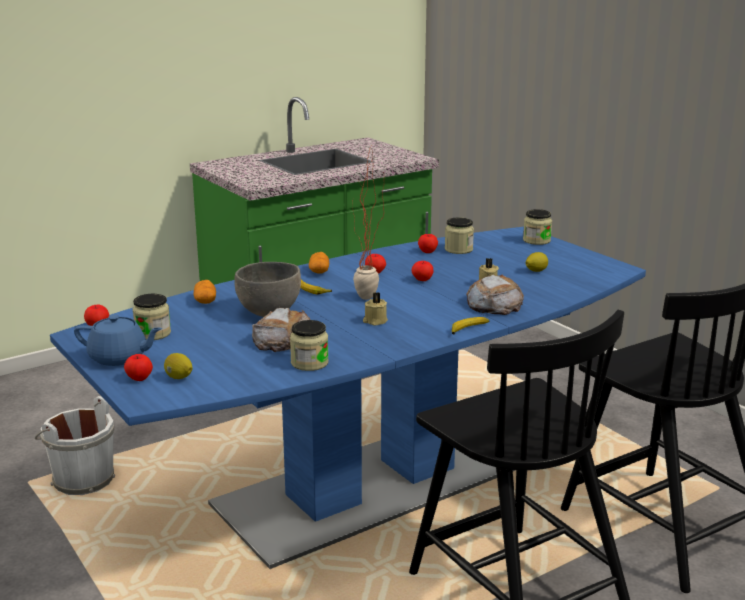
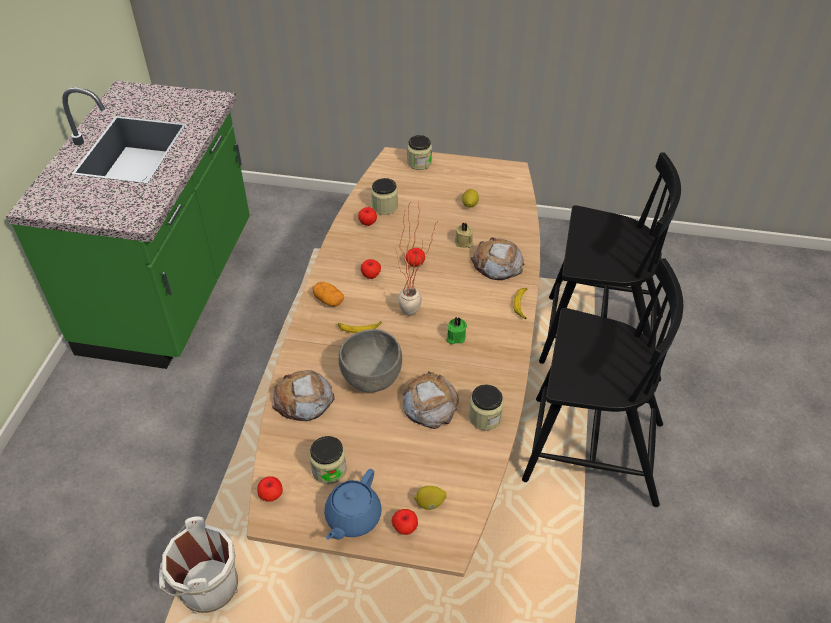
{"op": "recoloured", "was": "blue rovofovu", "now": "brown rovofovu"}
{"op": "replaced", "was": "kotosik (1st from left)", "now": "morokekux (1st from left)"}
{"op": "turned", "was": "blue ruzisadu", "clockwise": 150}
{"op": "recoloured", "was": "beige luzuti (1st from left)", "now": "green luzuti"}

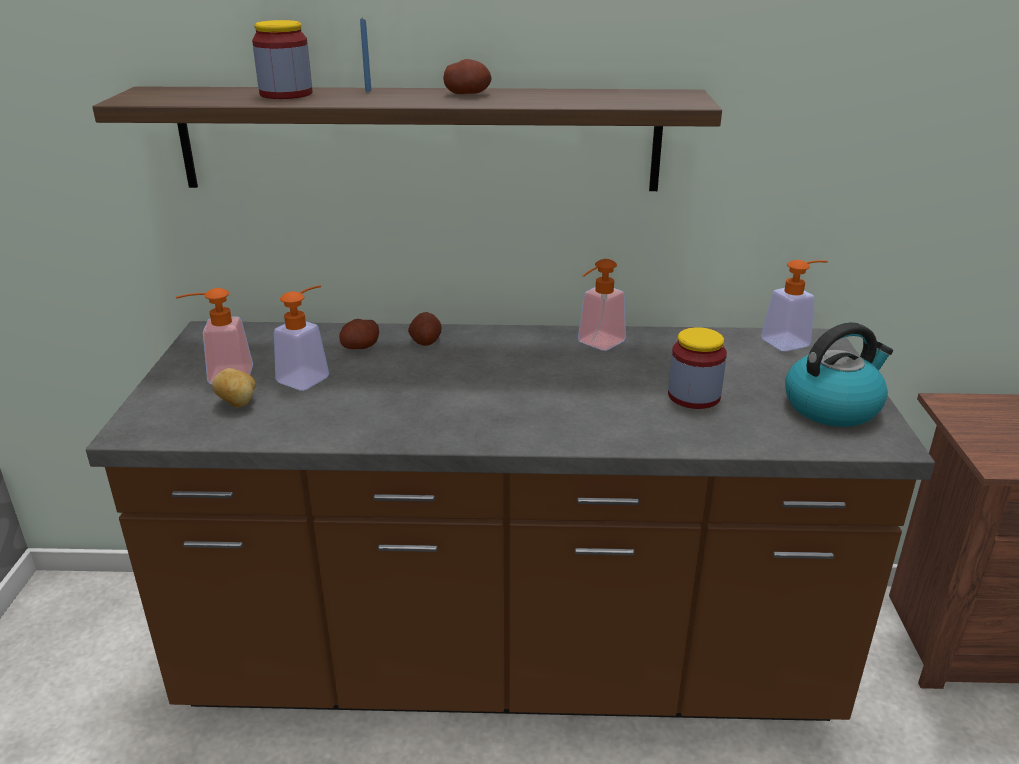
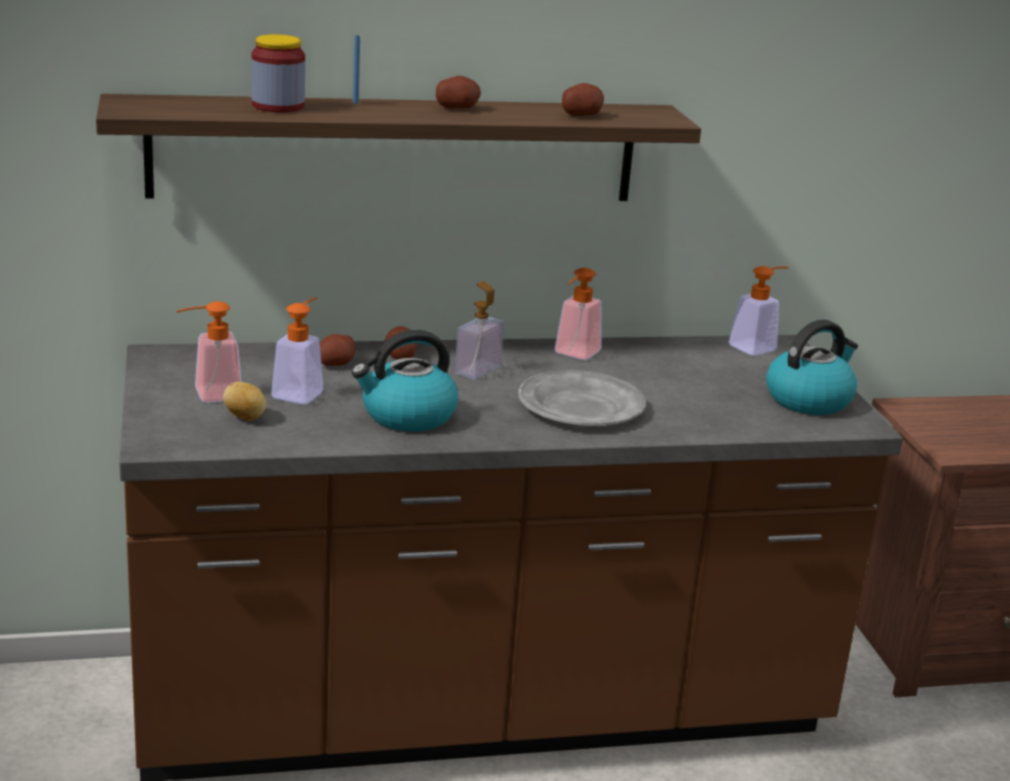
{"op": "added", "now": "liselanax (1st from left)"}
{"op": "added", "now": "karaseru (3rd from left)"}
{"op": "added", "now": "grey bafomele"}
{"op": "added", "now": "kotosik (5th from left)"}
{"op": "removed", "was": "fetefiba (2nd from left)"}

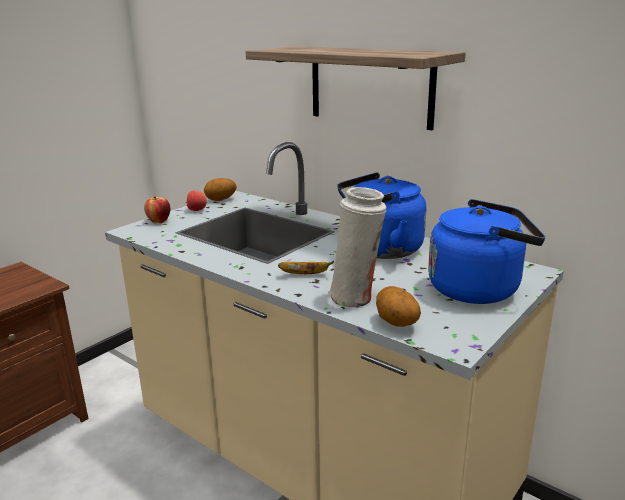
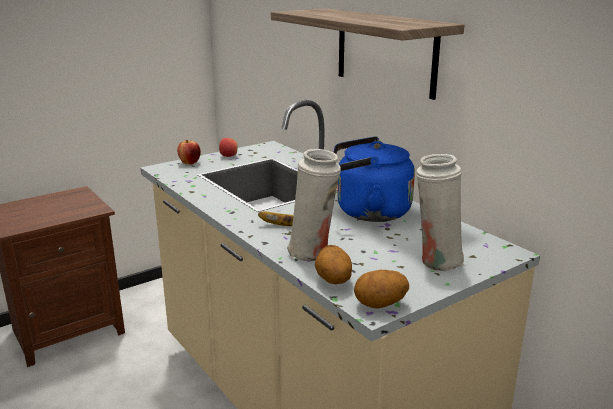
{"op": "moved", "was": "kotosik (1st from left in the first image)", "now": "kotosik (2nd from left)"}
{"op": "replaced", "was": "blue liselanax (2nd from left)", "now": "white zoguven (2nd from left)"}

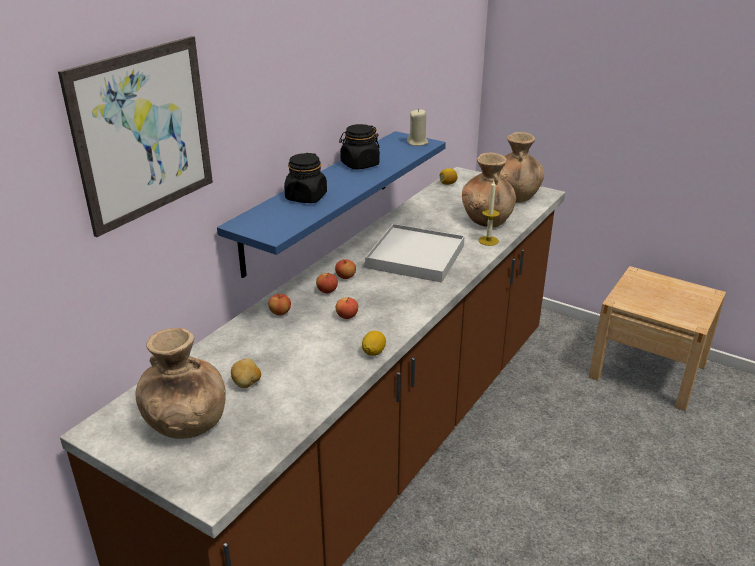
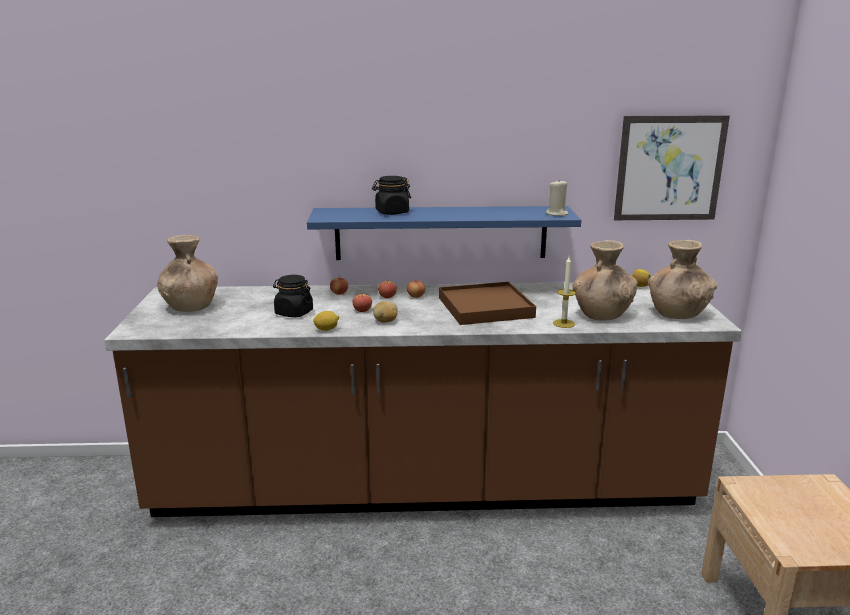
{"op": "moved", "was": "black fetefiba (2nd from left in the first image)", "now": "black fetefiba (1st from left)"}
{"op": "moved", "was": "kotosik"}
{"op": "recoloured", "was": "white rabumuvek", "now": "brown rabumuvek"}
{"op": "moved", "was": "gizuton"}

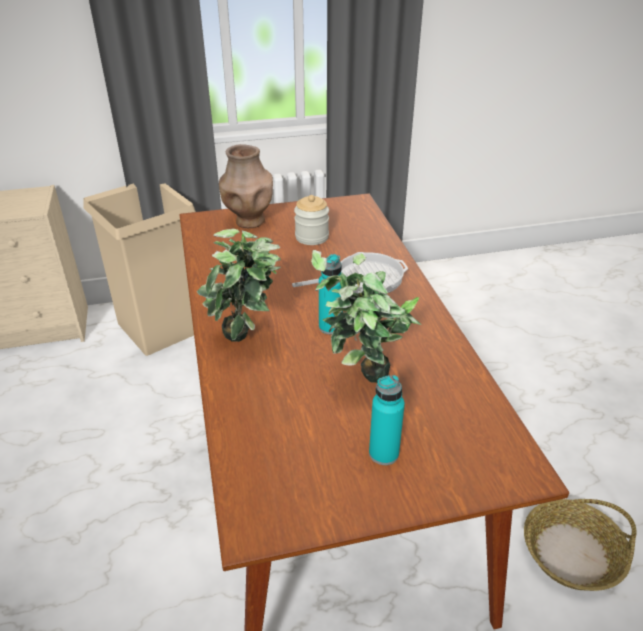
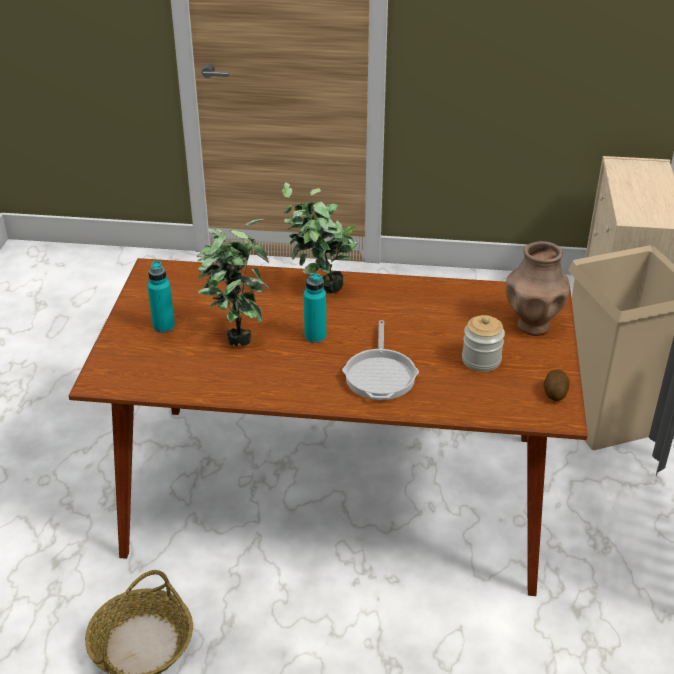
{"op": "added", "now": "kotosik"}

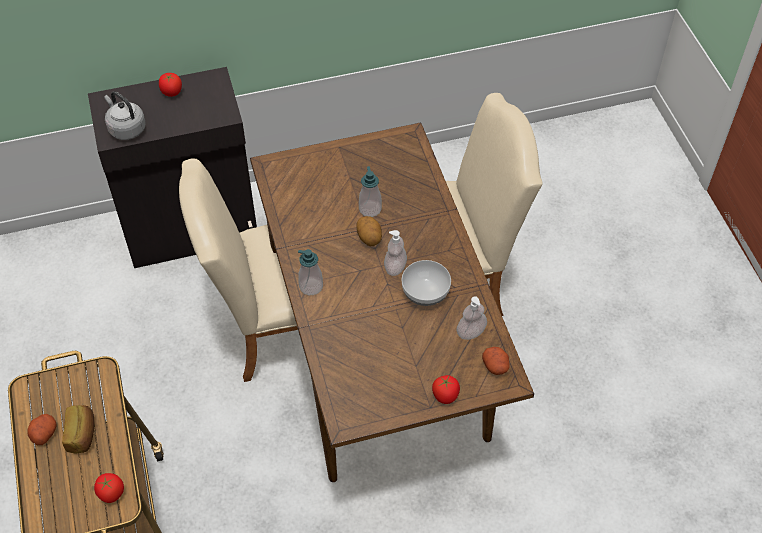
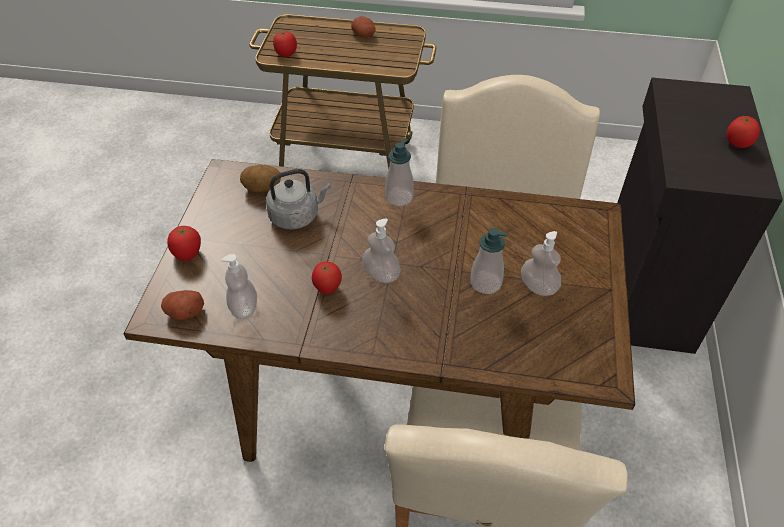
{"op": "moved", "was": "kotosik (2nd from left)"}
{"op": "moved", "was": "grey liselanax"}
{"op": "replaced", "was": "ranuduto", "now": "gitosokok (3rd from left)"}
{"op": "added", "now": "karaseru (5th from left)"}
{"op": "removed", "was": "morokekux"}

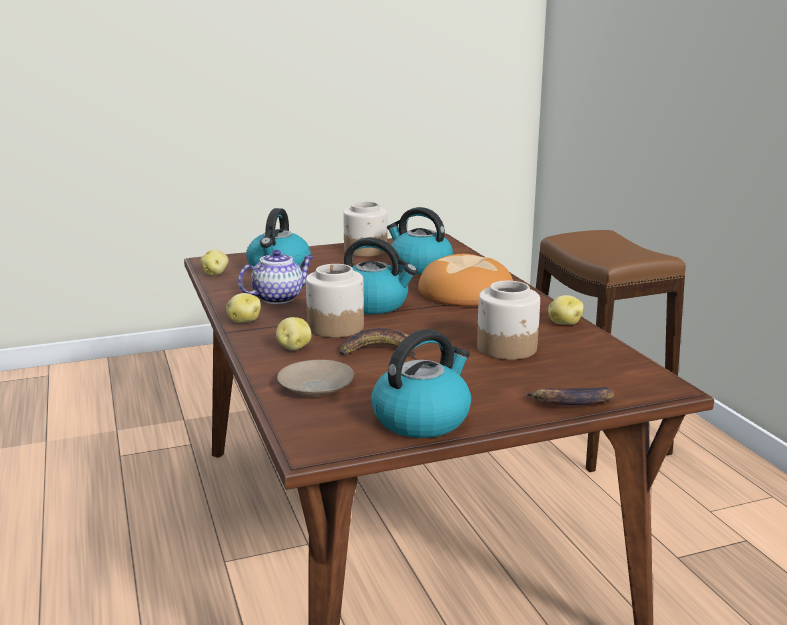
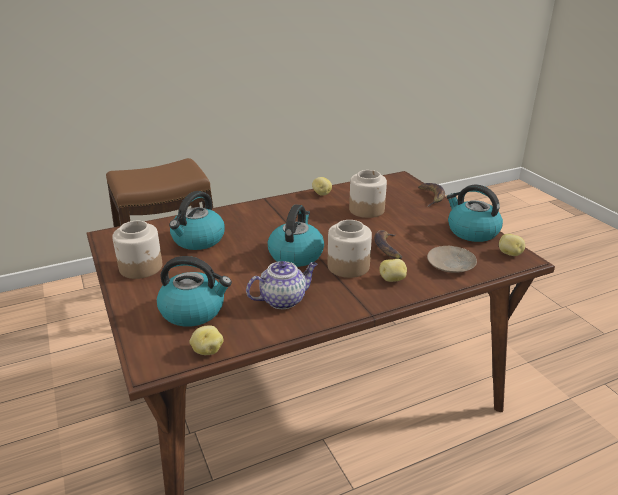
{"op": "turned", "was": "ruzisadu", "clockwise": 105}
{"op": "moved", "was": "kotosik (2nd from left in the first image)", "now": "kotosik (4th from left)"}
{"op": "removed", "was": "morokekux"}

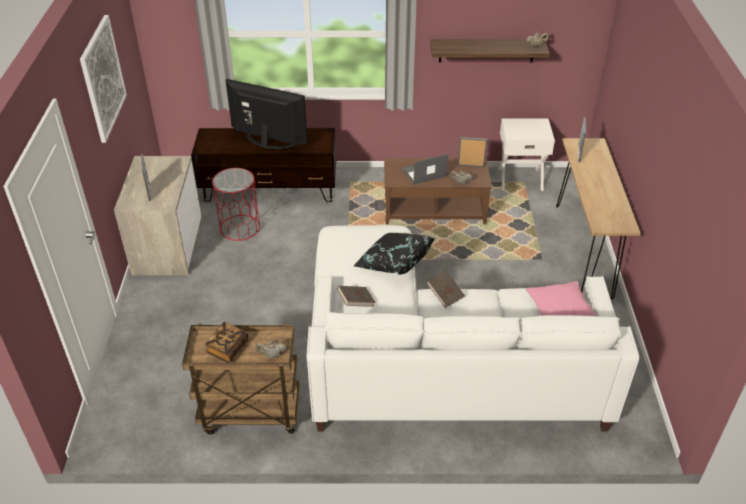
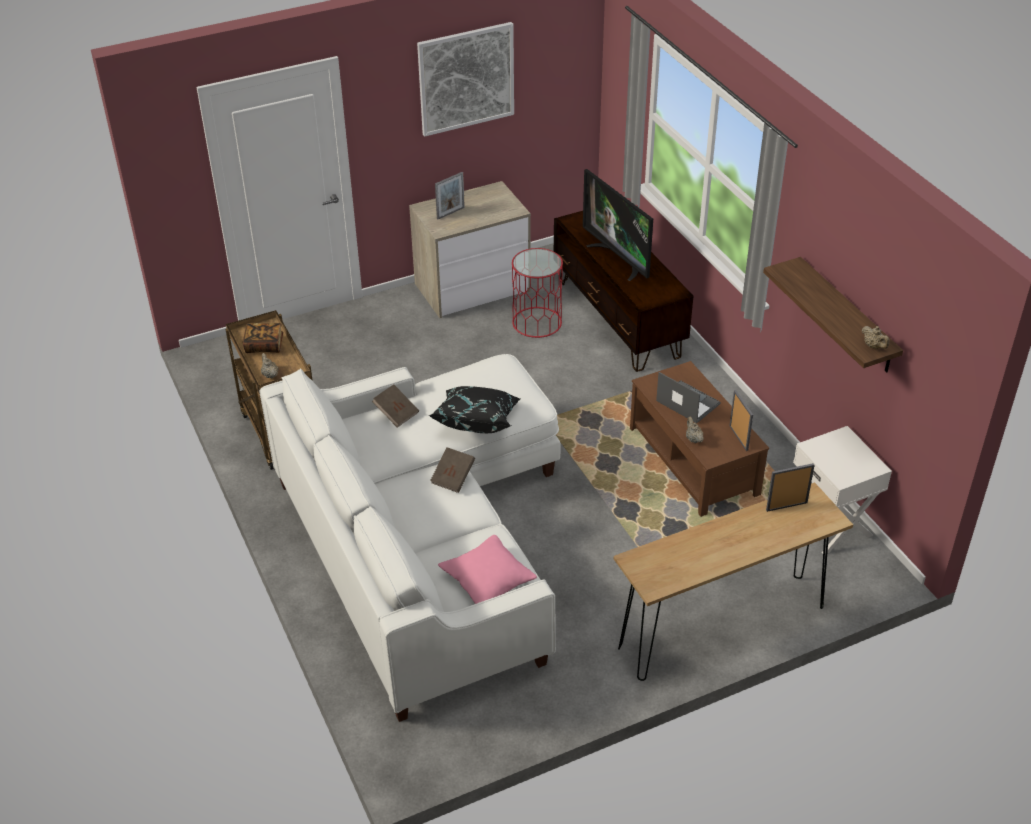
{"op": "turned", "was": "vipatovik", "clockwise": 150}

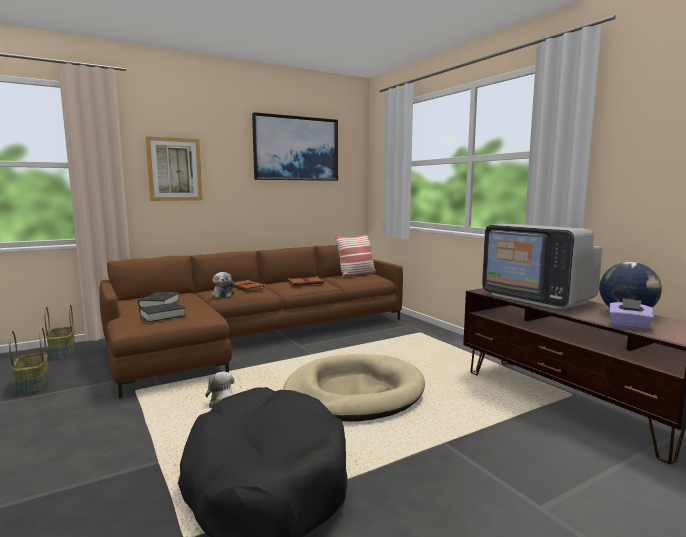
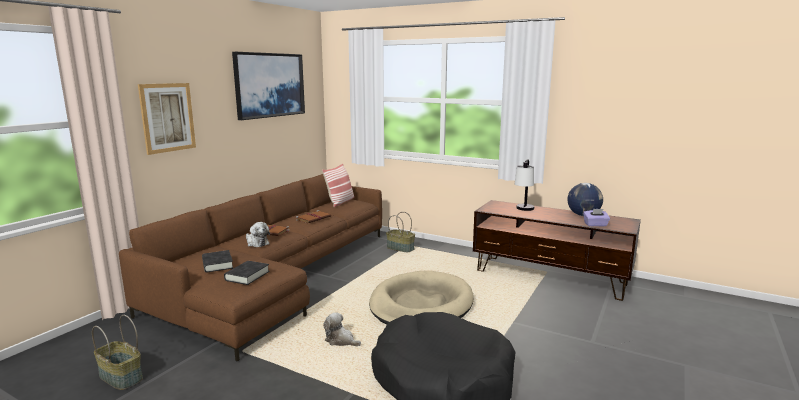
{"op": "moved", "was": "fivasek (2nd from left)"}
{"op": "replaced", "was": "vipatovik", "now": "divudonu"}

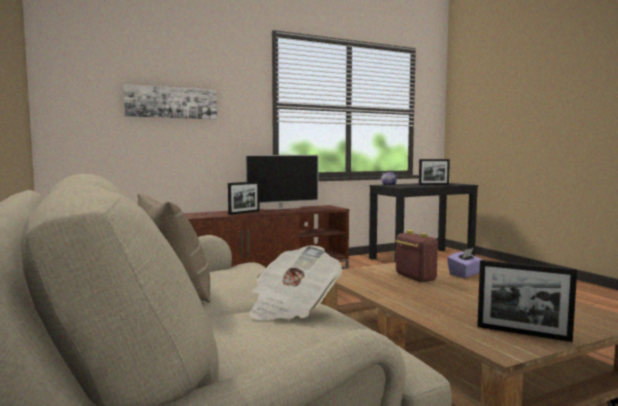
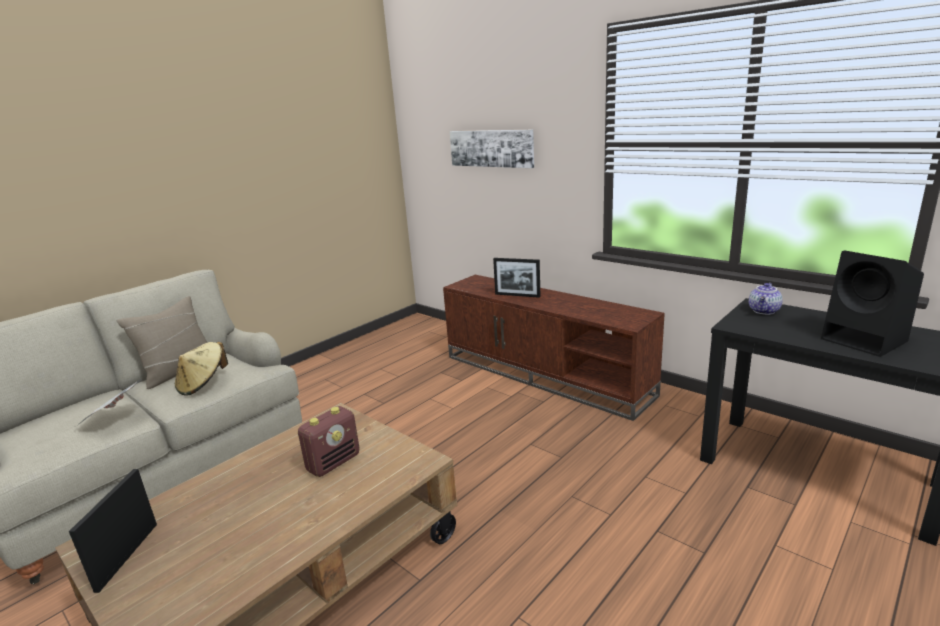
{"op": "added", "now": "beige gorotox"}
{"op": "replaced", "was": "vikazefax (2nd from left)", "now": "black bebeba"}
{"op": "removed", "was": "vipatovik"}
{"op": "removed", "was": "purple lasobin"}

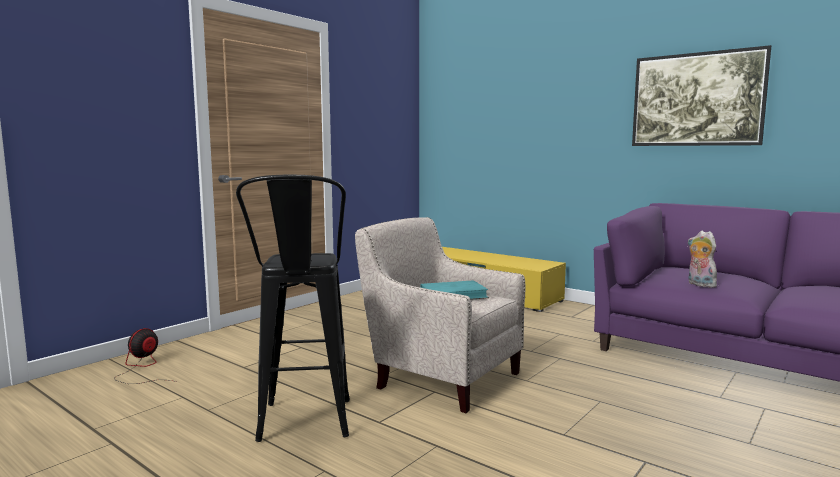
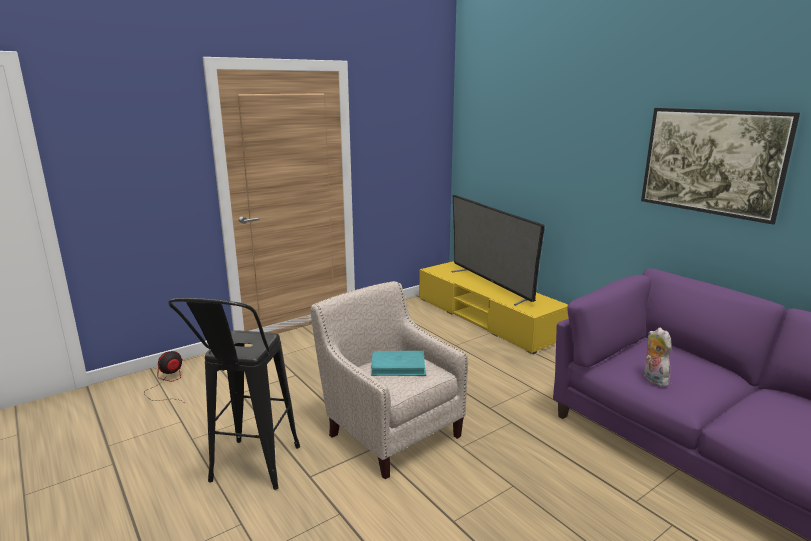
{"op": "added", "now": "vipatovik"}

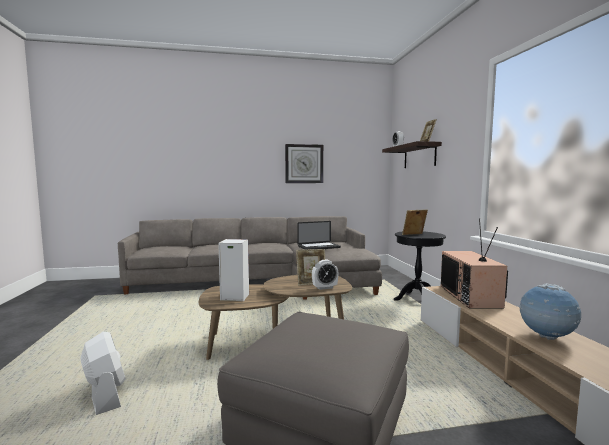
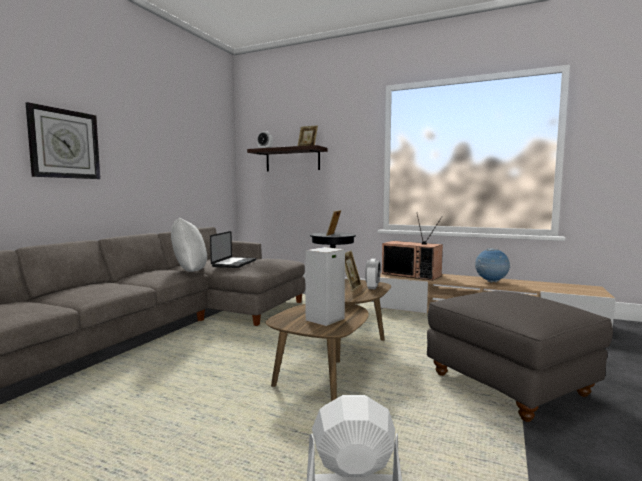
{"op": "moved", "was": "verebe"}
{"op": "added", "now": "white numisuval"}

